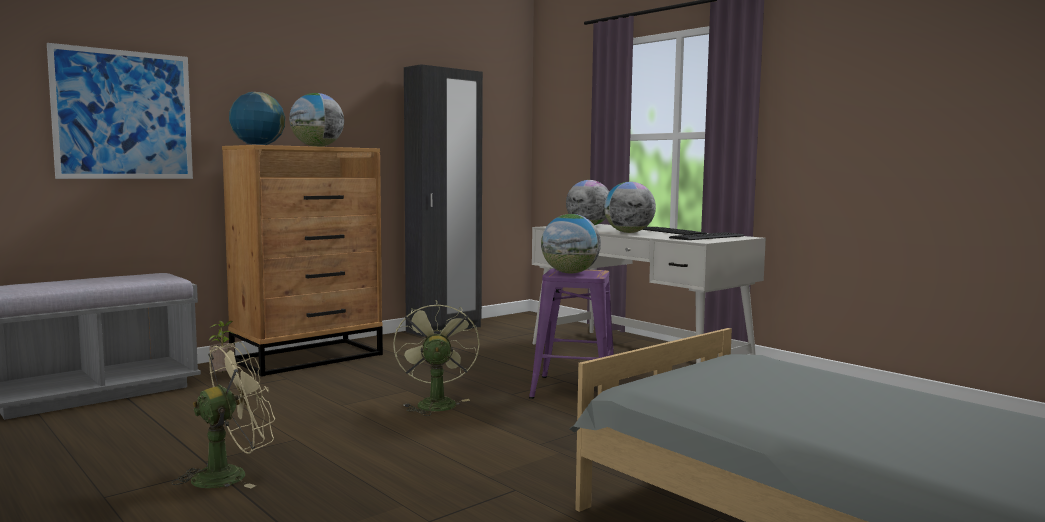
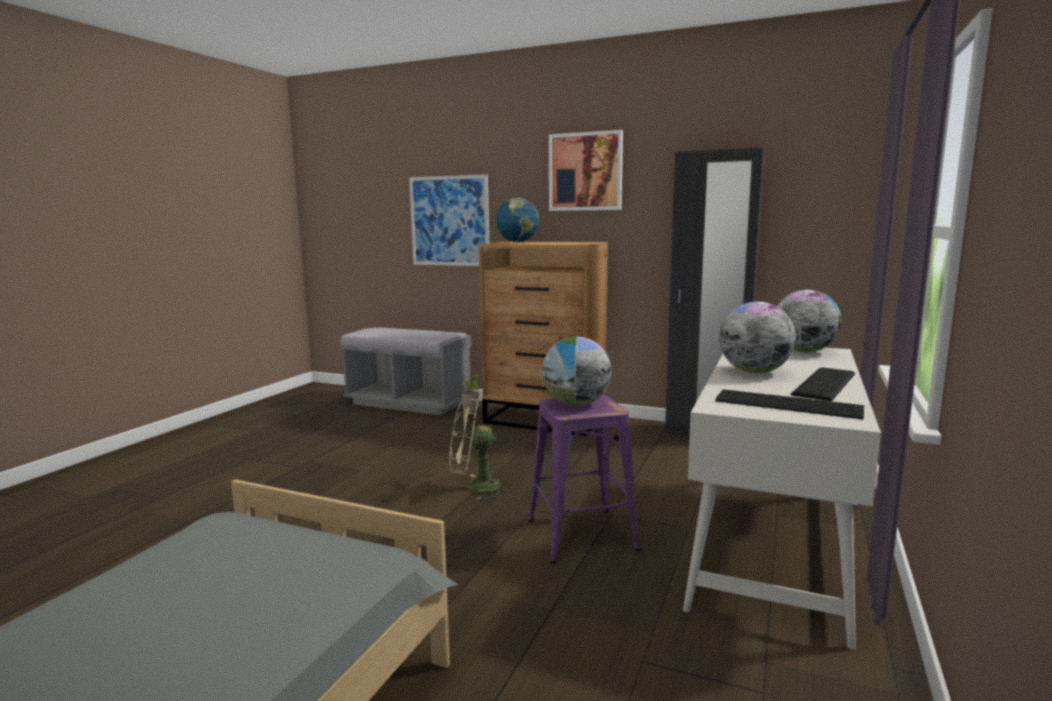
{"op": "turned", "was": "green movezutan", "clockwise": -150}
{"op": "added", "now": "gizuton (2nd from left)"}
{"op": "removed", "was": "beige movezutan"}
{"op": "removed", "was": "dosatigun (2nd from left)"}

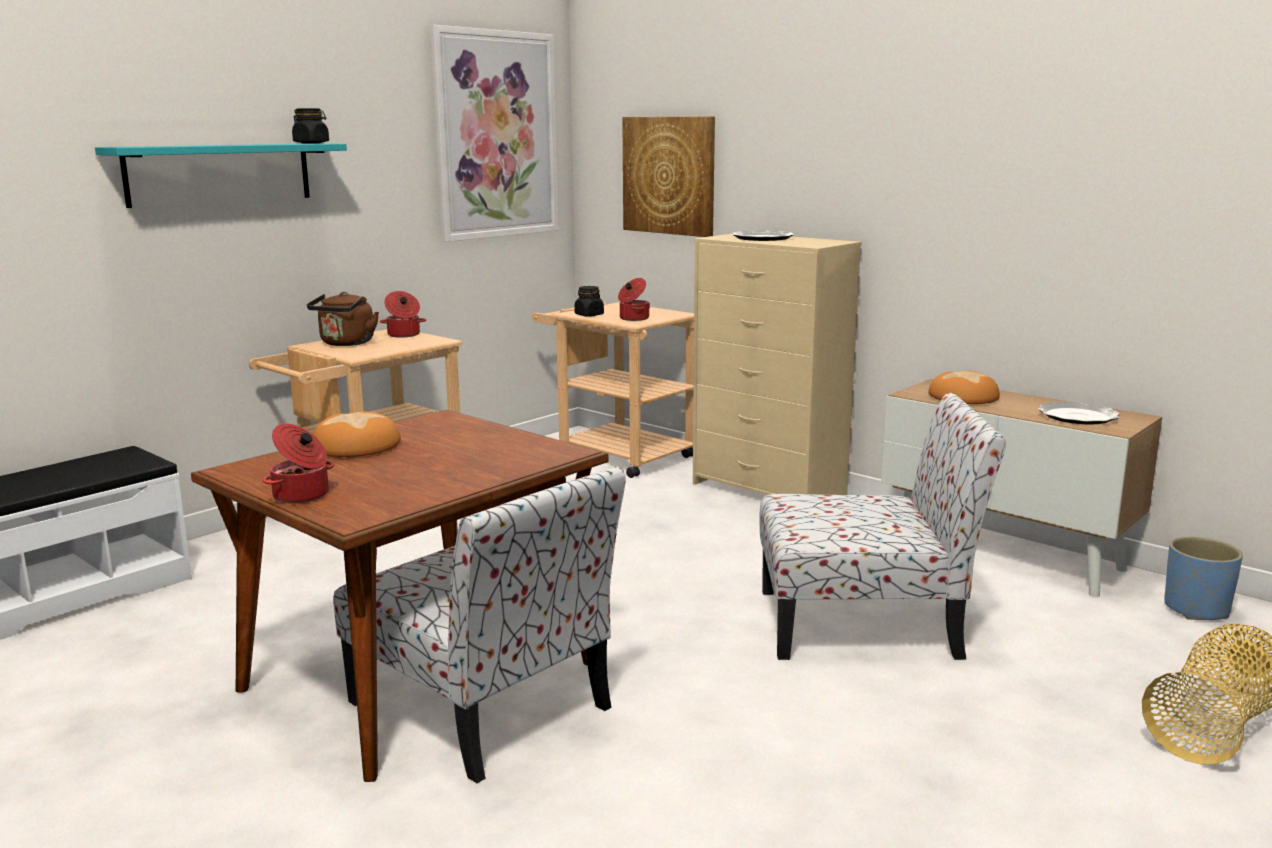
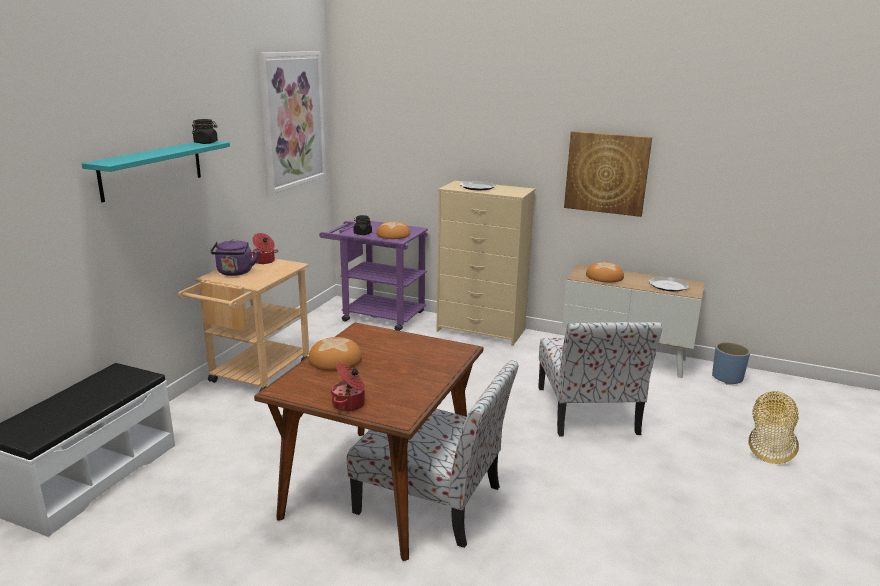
{"op": "recoloured", "was": "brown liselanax", "now": "purple liselanax"}
{"op": "recoloured", "was": "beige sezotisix (2nd from left)", "now": "purple sezotisix"}
{"op": "replaced", "was": "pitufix (3rd from left)", "now": "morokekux (2nd from left)"}
{"op": "turned", "was": "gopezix (2nd from left)", "clockwise": 105}
{"op": "moved", "was": "gizuton (2nd from left)"}

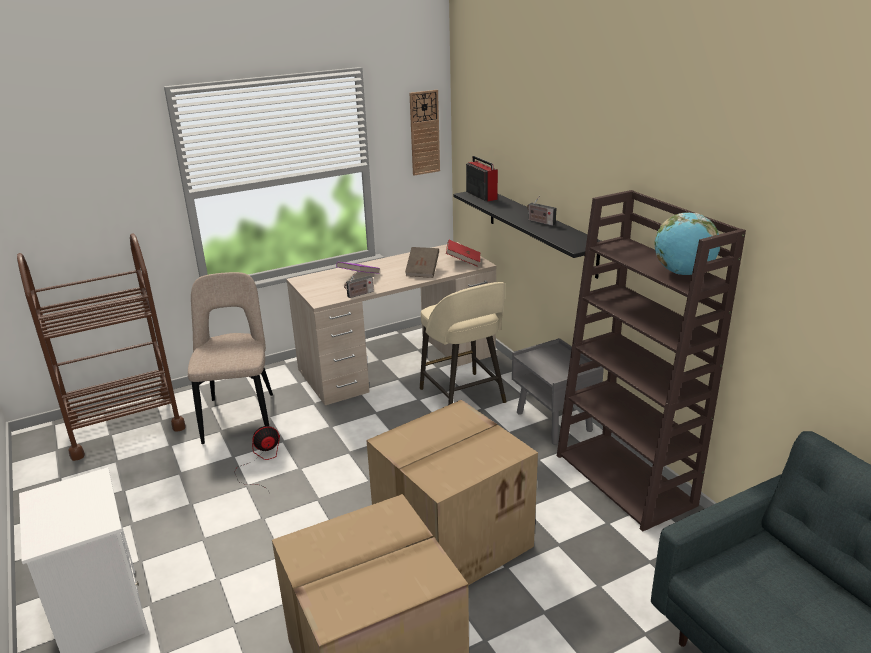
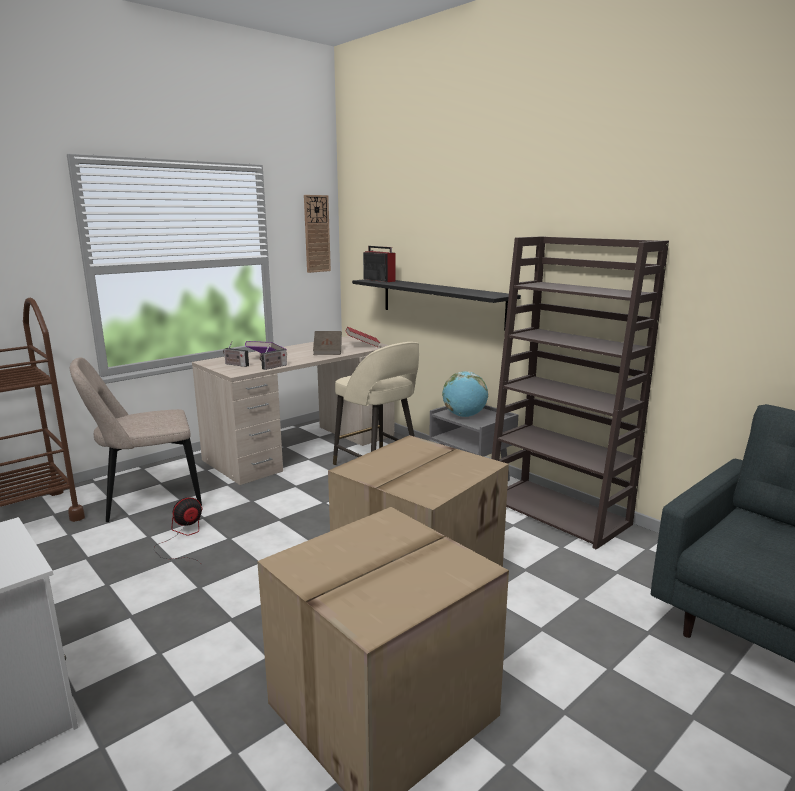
{"op": "turned", "was": "beige gopezix", "clockwise": -90}
{"op": "moved", "was": "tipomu (3rd from left in the first image)", "now": "tipomu (1st from left)"}
{"op": "moved", "was": "dosatigun"}

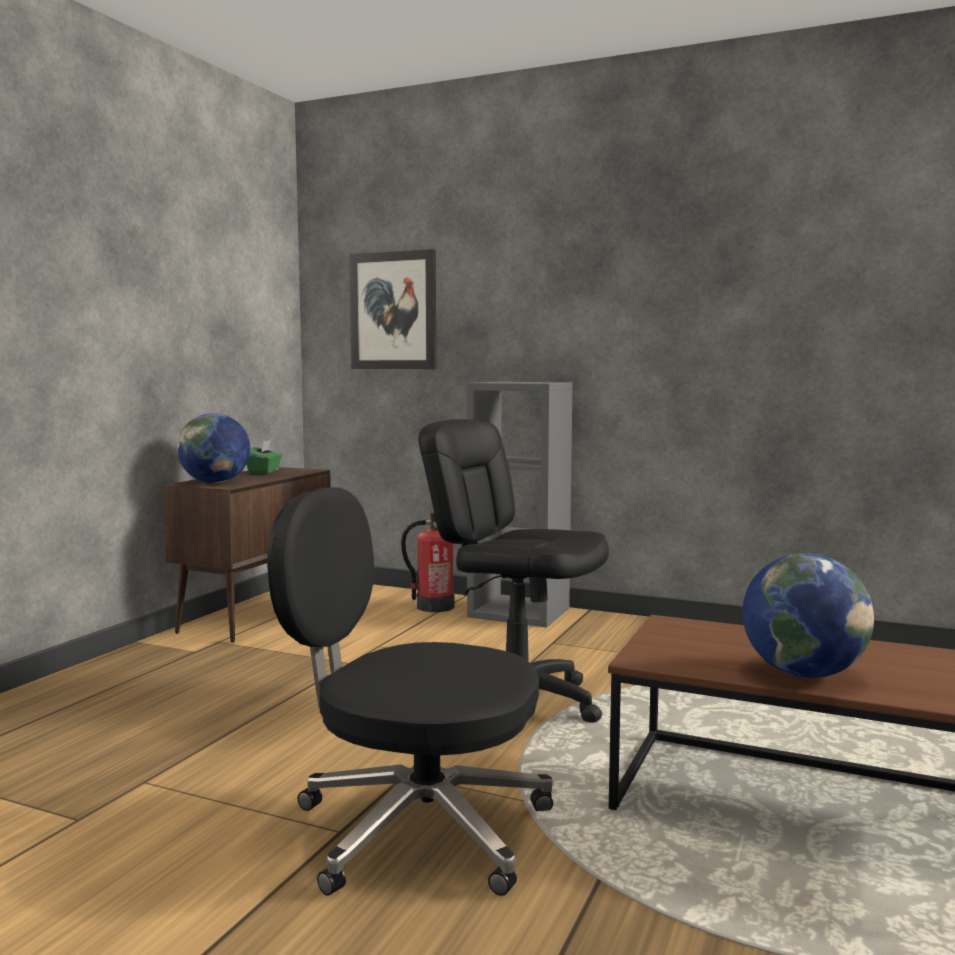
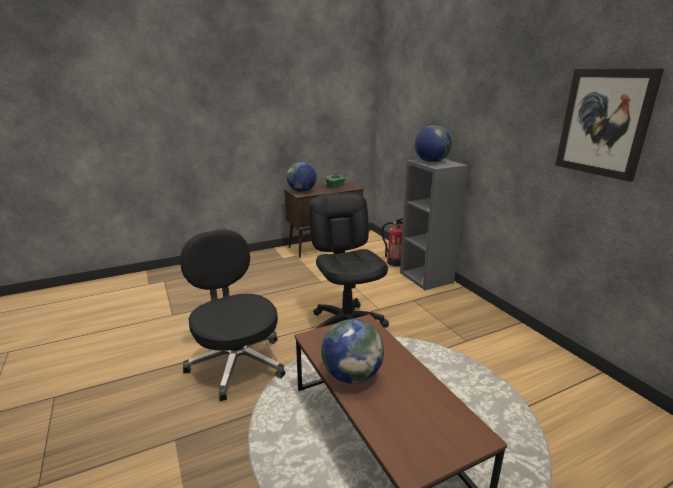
{"op": "added", "now": "dosatigun (3rd from left)"}
{"op": "moved", "was": "gizuton"}

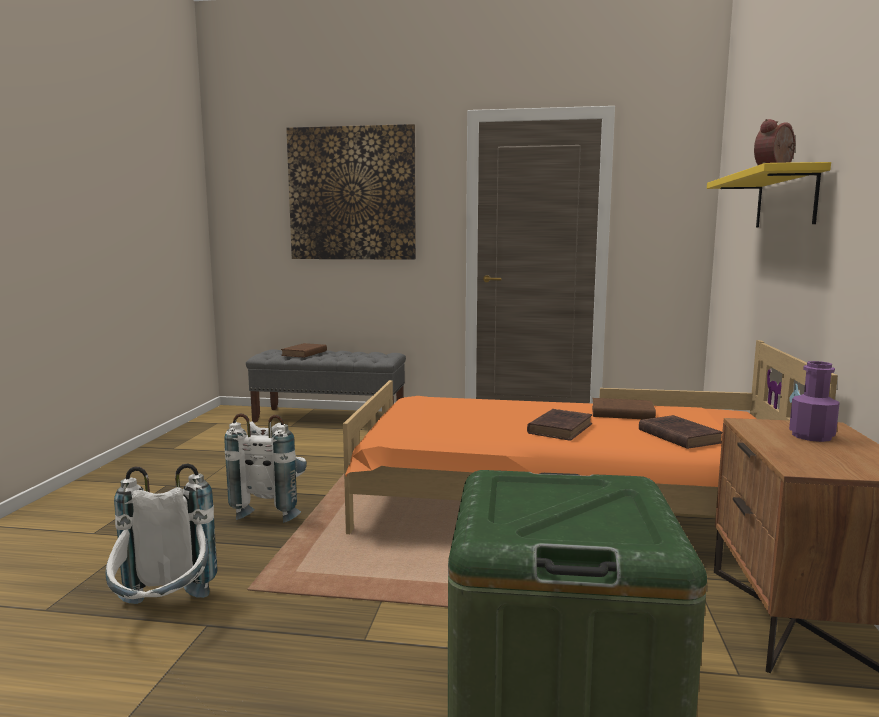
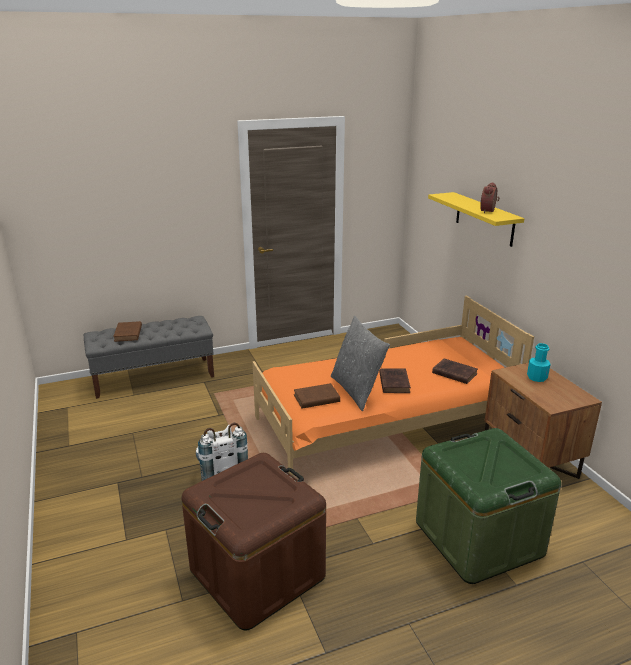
{"op": "replaced", "was": "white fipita (1st from left)", "now": "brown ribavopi"}
{"op": "moved", "was": "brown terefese (3rd from left in the first image)", "now": "brown terefese (2nd from left)"}
{"op": "added", "now": "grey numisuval"}
{"op": "recoloured", "was": "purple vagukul", "now": "turquoise vagukul"}
{"op": "removed", "was": "gizuton"}

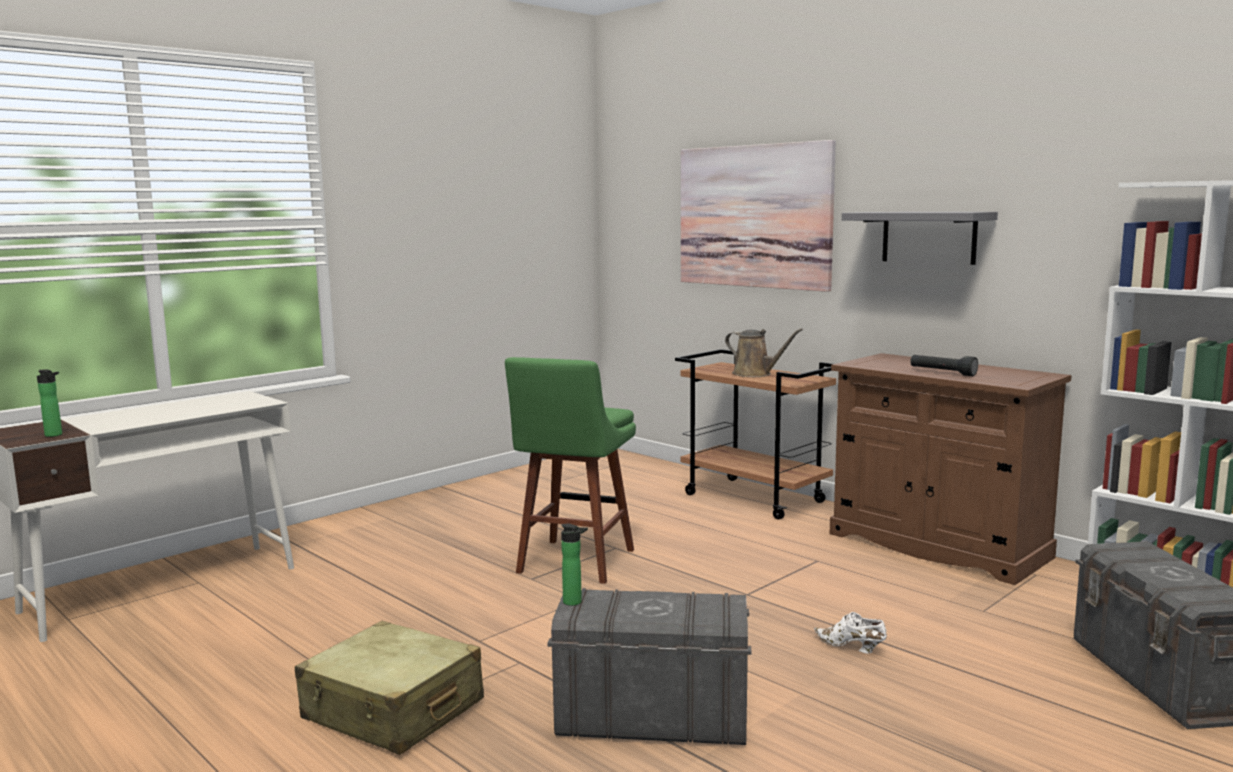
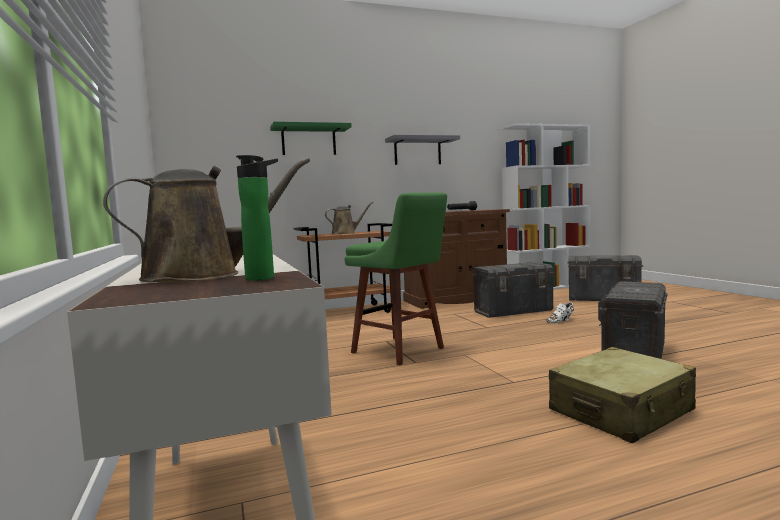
{"op": "added", "now": "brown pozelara (1st from left)"}
{"op": "replaced", "was": "gizuton", "now": "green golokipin"}
{"op": "added", "now": "grey ribavopi (1st from left)"}
{"op": "removed", "was": "vagukul (2nd from left)"}

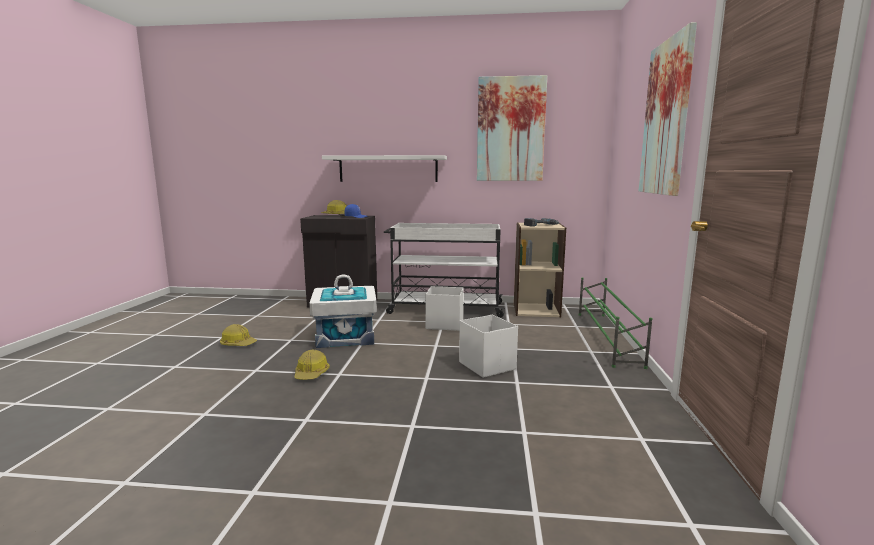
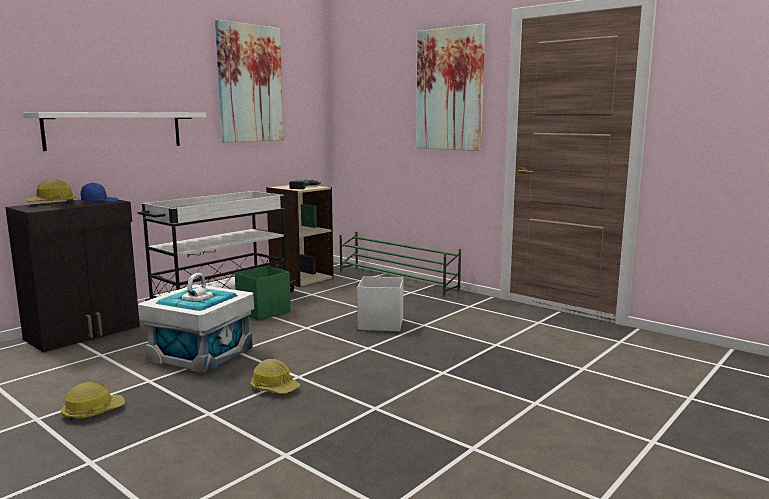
{"op": "recoloured", "was": "white ribavopi (2nd from left)", "now": "green ribavopi"}

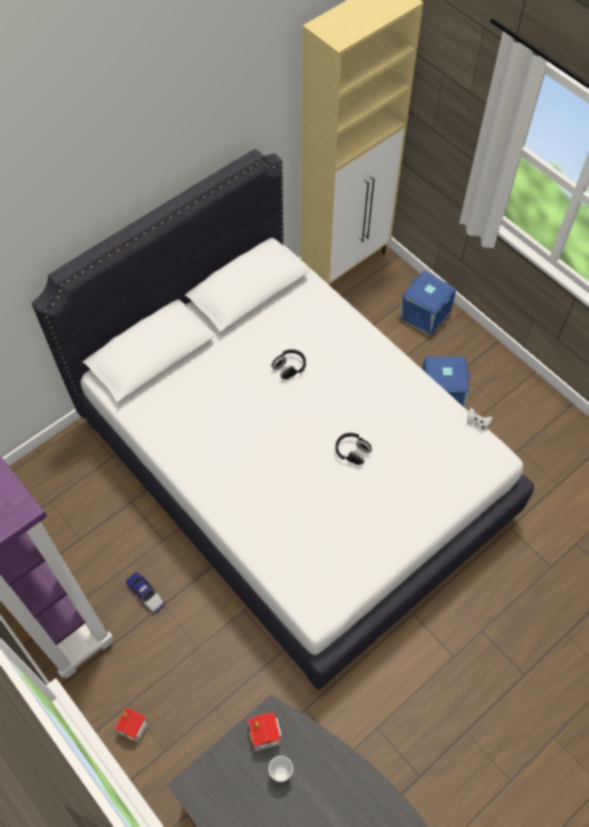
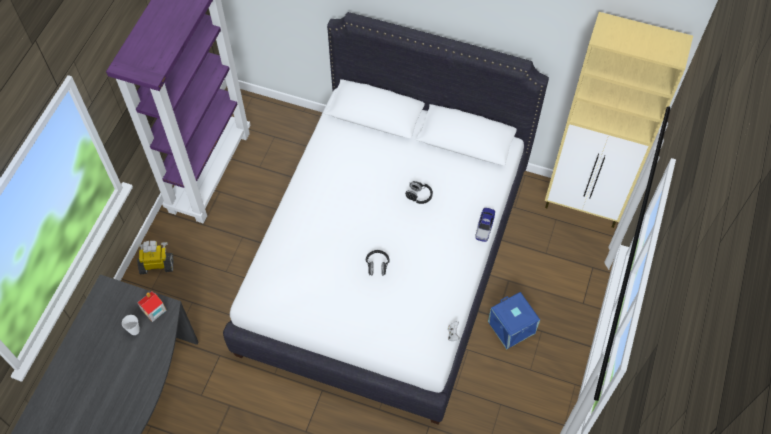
{"op": "replaced", "was": "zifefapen (1st from left)", "now": "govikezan"}
{"op": "moved", "was": "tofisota"}
{"op": "removed", "was": "blue ribavopi (1st from left)"}

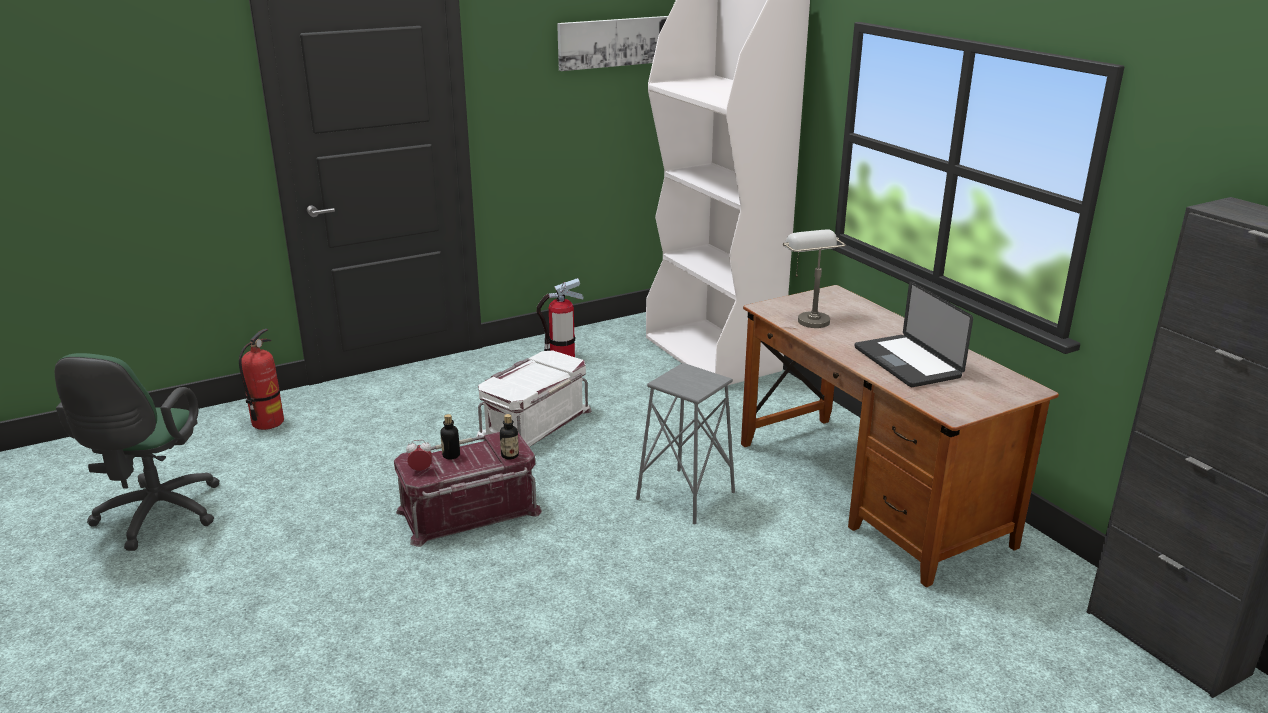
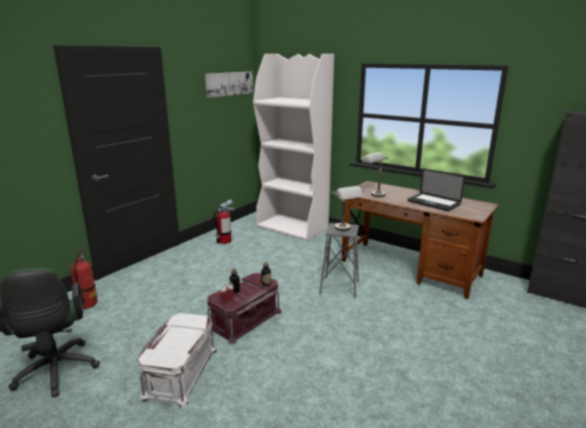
{"op": "moved", "was": "white ribavopi"}
{"op": "added", "now": "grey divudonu (1st from left)"}

